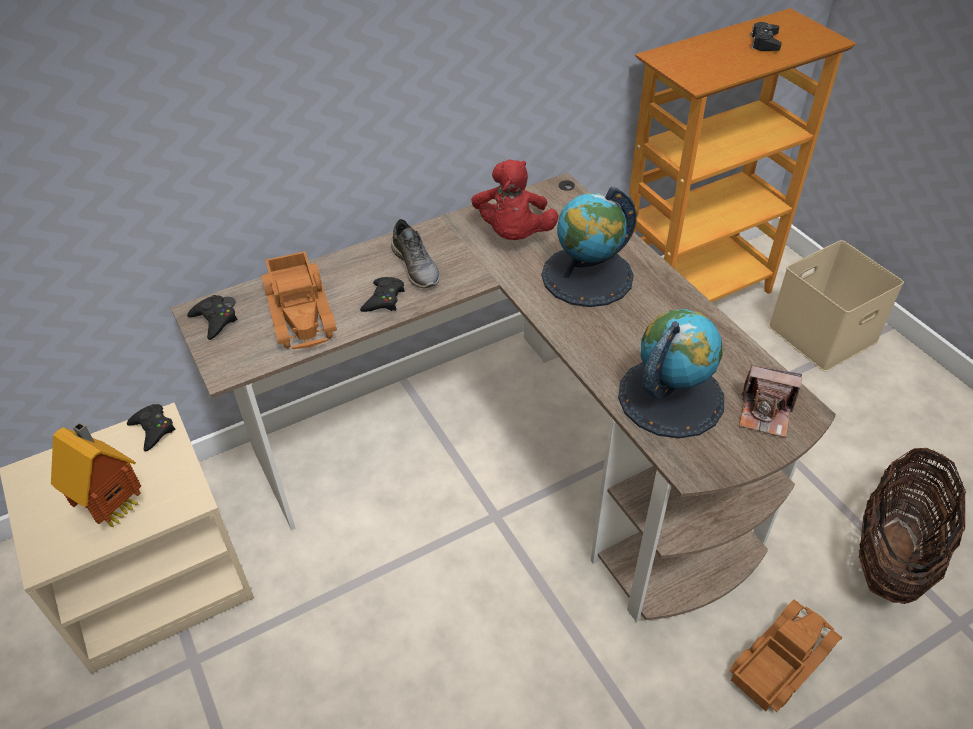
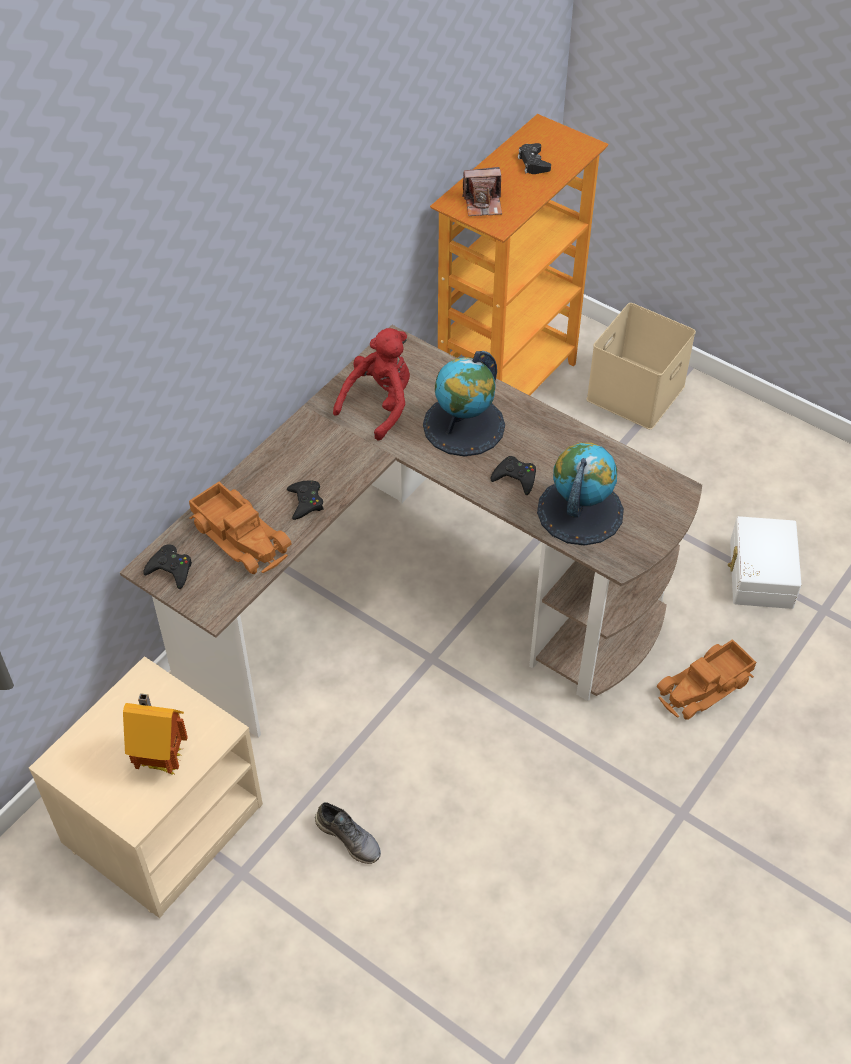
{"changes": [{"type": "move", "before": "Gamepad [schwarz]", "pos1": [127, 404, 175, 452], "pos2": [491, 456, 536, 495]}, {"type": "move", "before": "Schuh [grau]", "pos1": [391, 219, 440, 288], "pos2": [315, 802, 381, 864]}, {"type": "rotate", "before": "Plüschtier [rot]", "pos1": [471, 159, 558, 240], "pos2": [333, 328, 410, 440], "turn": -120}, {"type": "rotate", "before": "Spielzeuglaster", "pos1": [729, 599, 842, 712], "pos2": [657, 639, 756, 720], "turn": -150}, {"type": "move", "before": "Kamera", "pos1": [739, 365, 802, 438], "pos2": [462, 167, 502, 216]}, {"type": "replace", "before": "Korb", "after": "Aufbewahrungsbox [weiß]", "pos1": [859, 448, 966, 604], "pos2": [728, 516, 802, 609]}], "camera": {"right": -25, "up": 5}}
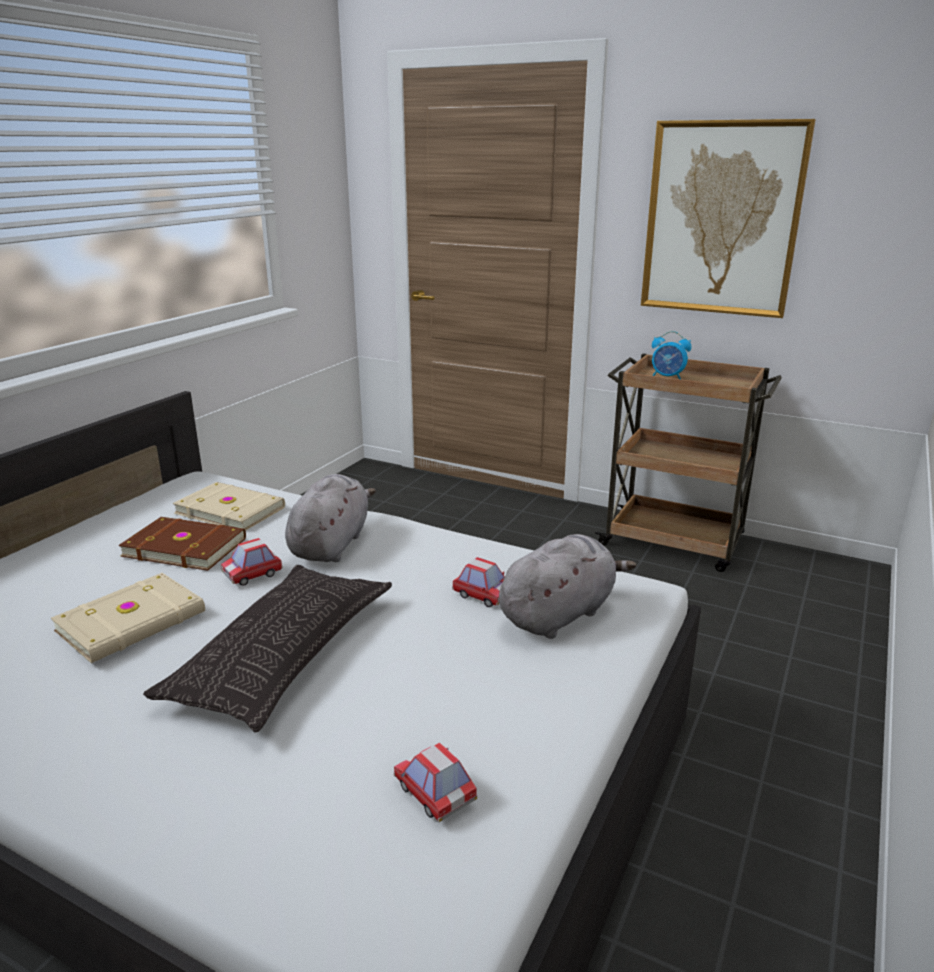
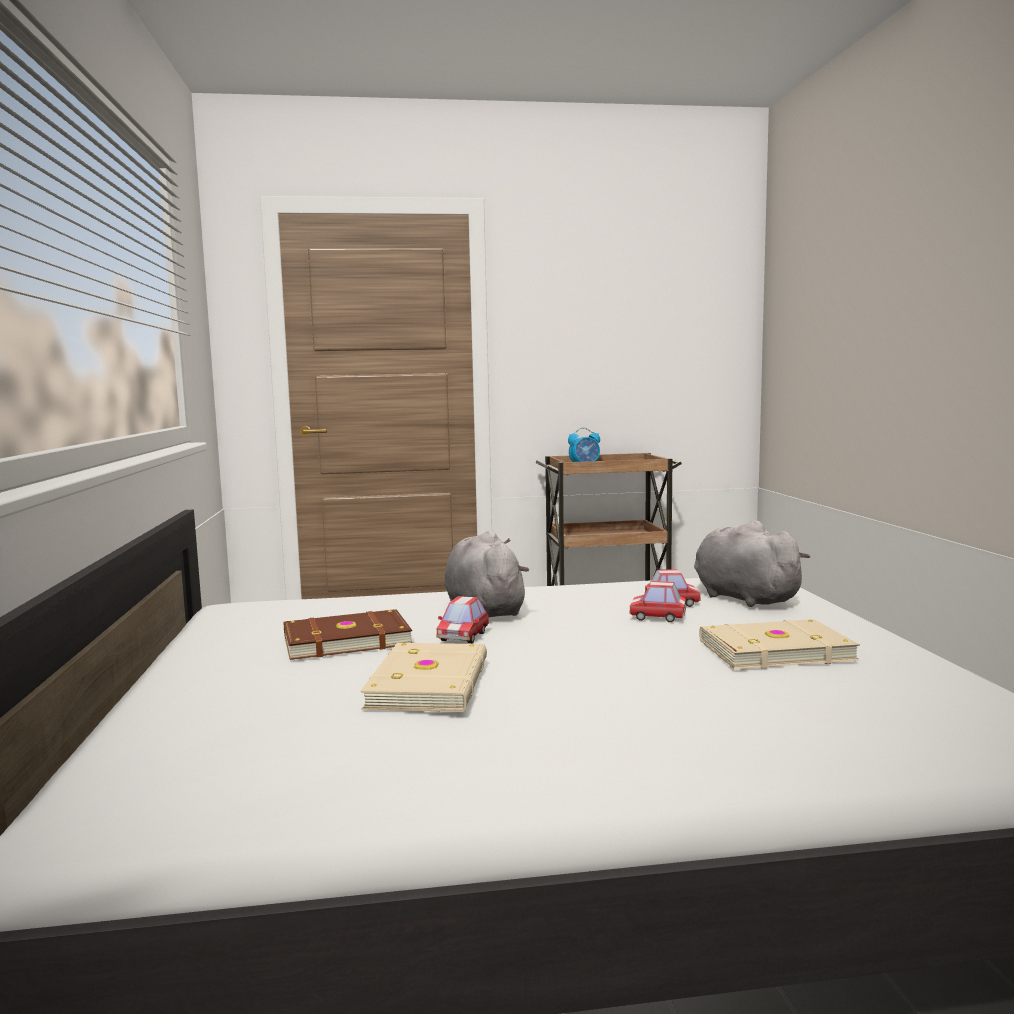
{"changes": [{"type": "delete", "before": "Kissen", "pos1": [143, 565, 392, 732]}, {"type": "move", "before": "Buch [beige]", "pos1": [173, 482, 285, 531], "pos2": [699, 619, 860, 669]}, {"type": "move", "before": "Spielzeugauto", "pos1": [394, 743, 477, 822], "pos2": [629, 581, 686, 622]}, {"type": "rotate", "before": "Plüschtier [grau]", "pos1": [499, 534, 636, 639], "pos2": [694, 521, 810, 607], "turn": -45}, {"type": "delete", "before": "Bild", "pos1": [641, 119, 816, 318]}], "camera": {"right": -35, "up": -15}}
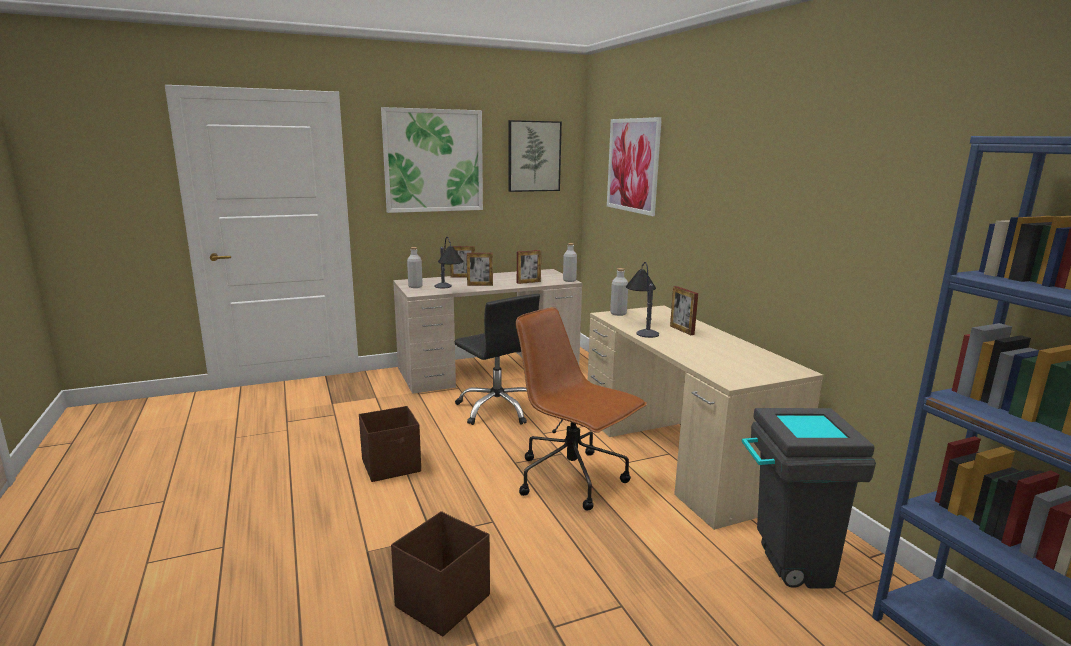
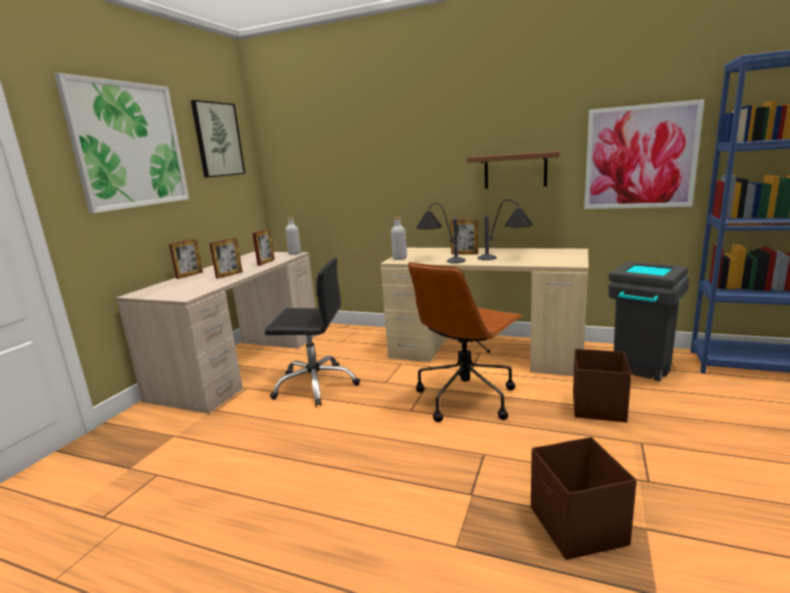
{"changes": [{"type": "move", "before": "Aufbewahrungsbox [braun]", "pos1": [359, 406, 421, 482], "pos2": [573, 349, 631, 422]}, {"type": "delete", "before": "Flasche [grau]", "pos1": [407, 247, 423, 288]}, {"type": "move", "before": "Tischlampe", "pos1": [435, 237, 463, 288], "pos2": [478, 200, 533, 260]}, {"type": "rotate", "before": "Bürostuhl [braun]", "pos1": [516, 307, 647, 511], "pos2": [408, 262, 524, 422], "turn": -45}, {"type": "move", "before": "Bild", "pos1": [607, 117, 662, 216], "pos2": [584, 99, 705, 209]}, {"type": "insert", "after": "Wandregal [braun]", "pos2": [467, 151, 561, 189]}], "camera": {"right": -45, "up": 0}}
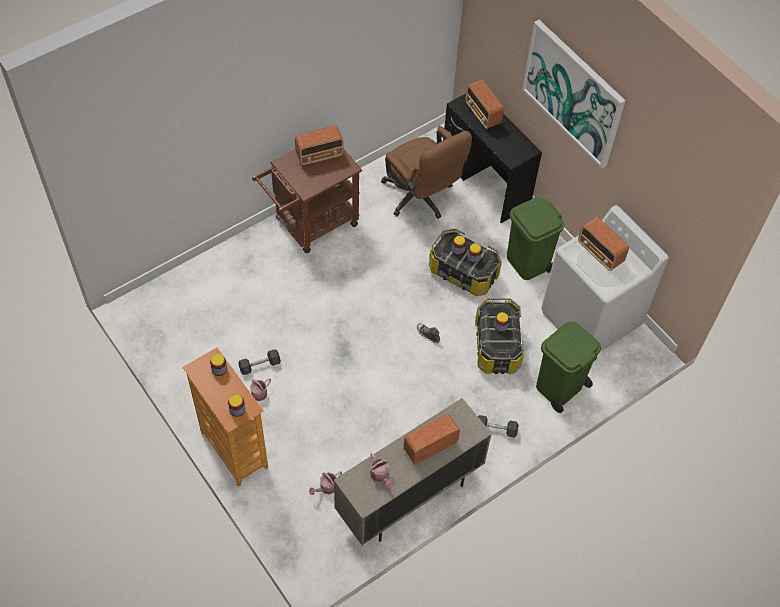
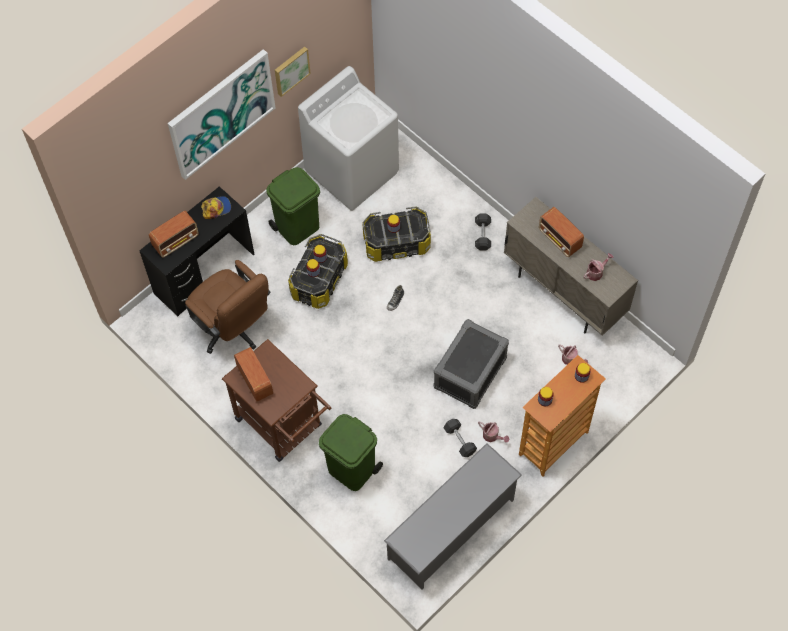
{"changes": [{"type": "rotate", "before": "Bürostuhl [braun]", "pos1": [381, 126, 472, 219], "pos2": [185, 260, 271, 354], "turn": 90}, {"type": "move", "before": "Mülleimer [grün]", "pos1": [536, 322, 601, 413], "pos2": [319, 414, 383, 491]}, {"type": "delete", "before": "Radio", "pos1": [578, 217, 629, 271]}, {"type": "insert", "after": "Kappe", "pos2": [201, 196, 231, 219]}, {"type": "insert", "after": "Bild", "pos2": [275, 46, 311, 97]}, {"type": "insert", "after": "Schuhregal [grau]", "pos2": [384, 443, 522, 590]}, {"type": "insert", "after": "Aufbewahrungsbox [grau]", "pos2": [434, 319, 509, 409]}], "camera": {"right": -95, "up": 5}}
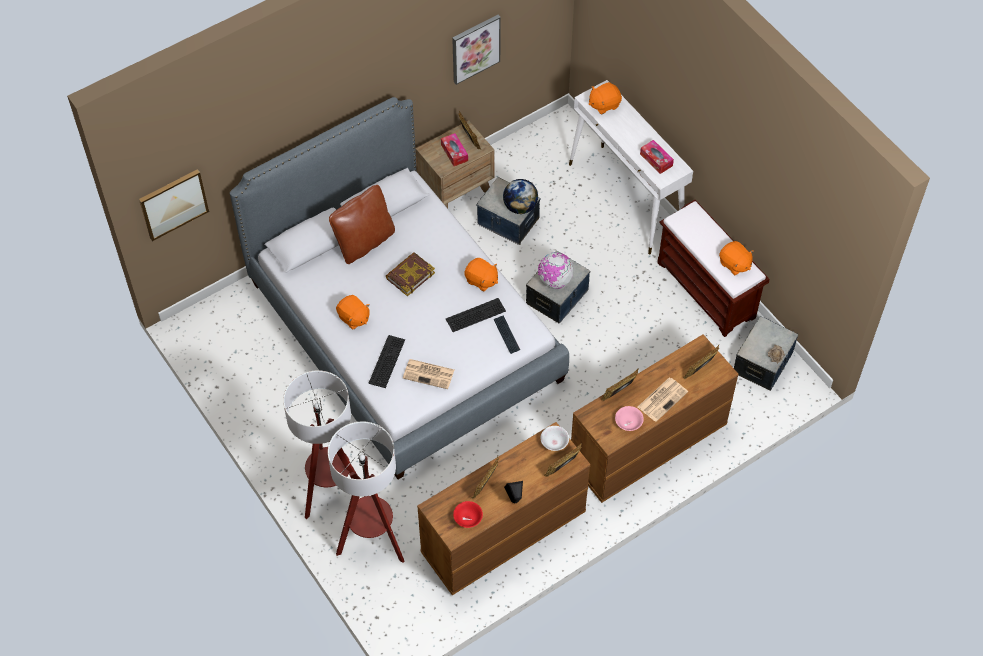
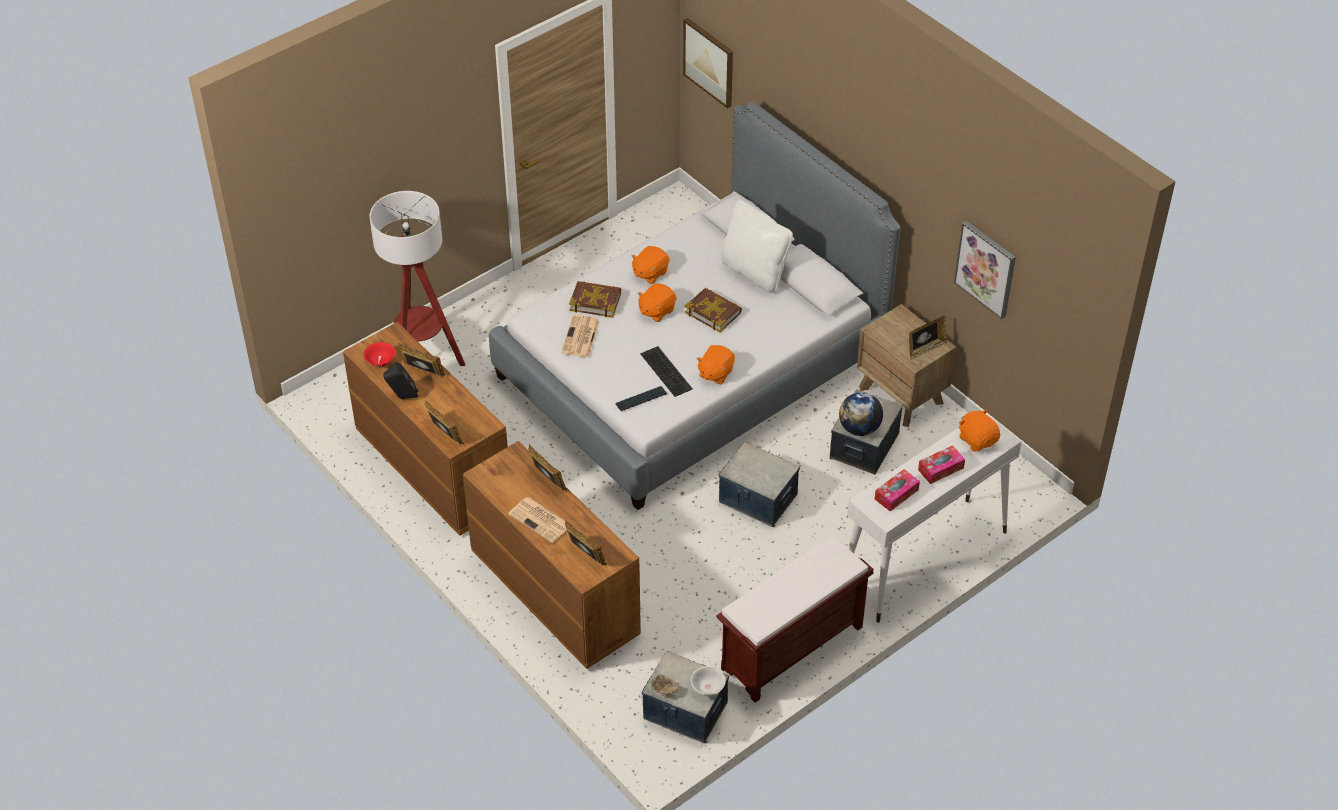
{"changes": [{"type": "delete", "before": "Stehlampe", "pos1": [283, 370, 365, 519]}, {"type": "recolor", "before": "Kissen [braun]", "after": "Kissen [weiß]", "pos1": [329, 185, 395, 264], "pos2": [721, 200, 793, 294]}, {"type": "replace", "before": "Tastatur", "after": "Buch", "pos1": [368, 335, 405, 388], "pos2": [569, 281, 621, 318]}, {"type": "move", "before": "Taschentuchbox", "pos1": [441, 133, 468, 166], "pos2": [918, 445, 965, 484]}, {"type": "delete", "before": "Globus", "pos1": [538, 252, 574, 289]}, {"type": "move", "before": "Schüssel [weiß]", "pos1": [540, 426, 569, 451], "pos2": [691, 666, 726, 695]}, {"type": "delete", "before": "Schüssel [rosa]", "pos1": [615, 406, 644, 431]}, {"type": "move", "before": "Plüschtier [orange]", "pos1": [719, 241, 754, 275], "pos2": [638, 283, 677, 322]}], "camera": {"right": 85, "up": -10}}
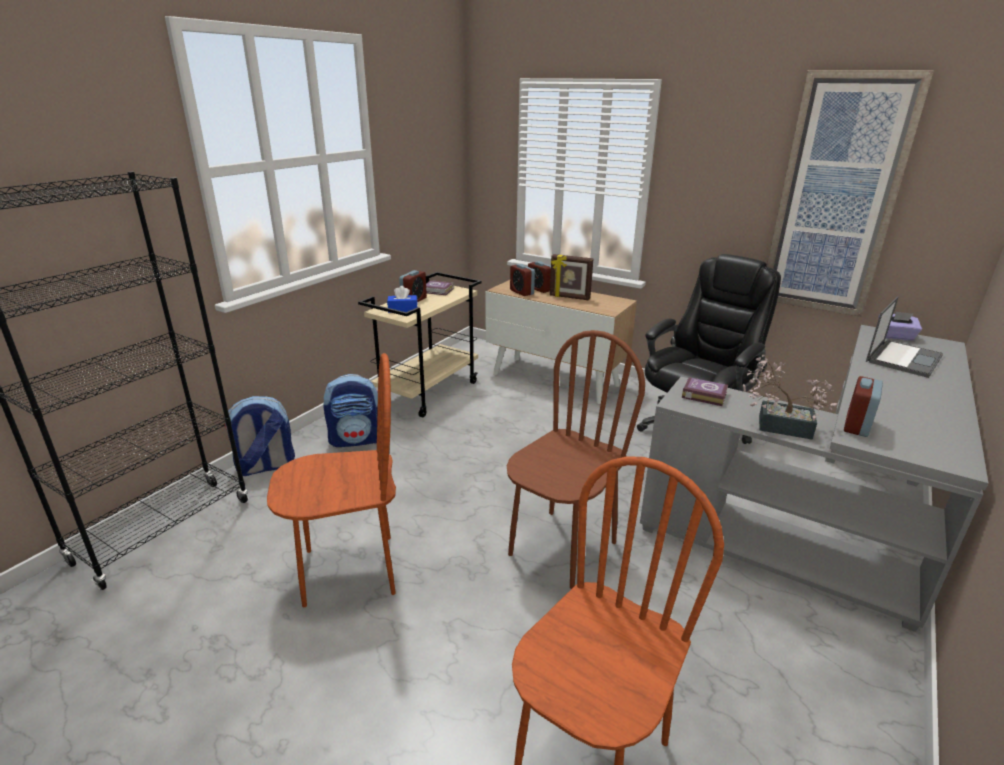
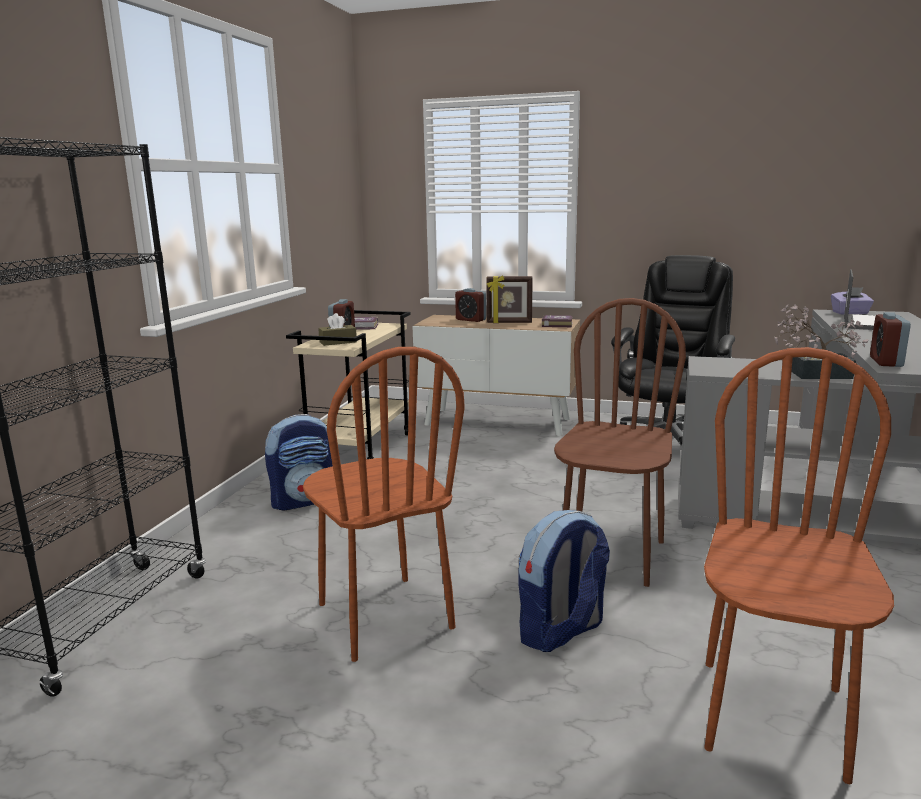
{"changes": [{"type": "move", "before": "Rucksack", "pos1": [224, 396, 295, 476], "pos2": [519, 510, 610, 652]}, {"type": "rotate", "before": "Stuhl [braun]", "pos1": [267, 353, 396, 607], "pos2": [303, 347, 465, 662], "turn": 90}, {"type": "recolor", "before": "Taschentuchbox [blau]", "after": "Taschentuchbox [braun]", "pos1": [387, 286, 418, 313], "pos2": [318, 313, 357, 346]}, {"type": "delete", "before": "Wecker", "pos1": [510, 264, 535, 296]}, {"type": "move", "before": "Buch", "pos1": [682, 377, 728, 406], "pos2": [542, 315, 573, 327]}, {"type": "delete", "before": "Bild", "pos1": [767, 70, 934, 317]}], "camera": {"right": -15, "up": -10}}
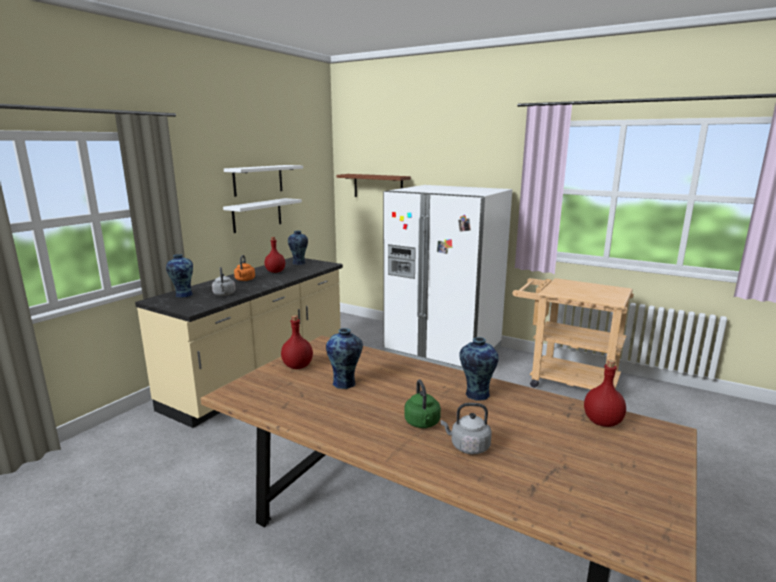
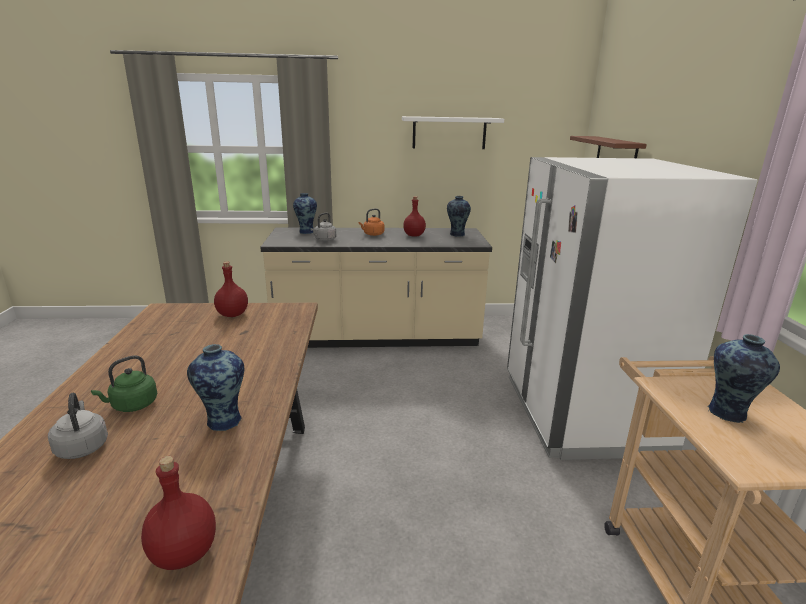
{"changes": [{"type": "delete", "before": "Wandregal [weiß]", "pos1": [223, 198, 302, 233]}, {"type": "move", "before": "Vase", "pos1": [326, 328, 363, 389], "pos2": [707, 334, 780, 423]}], "camera": {"right": 55, "up": 5}}
